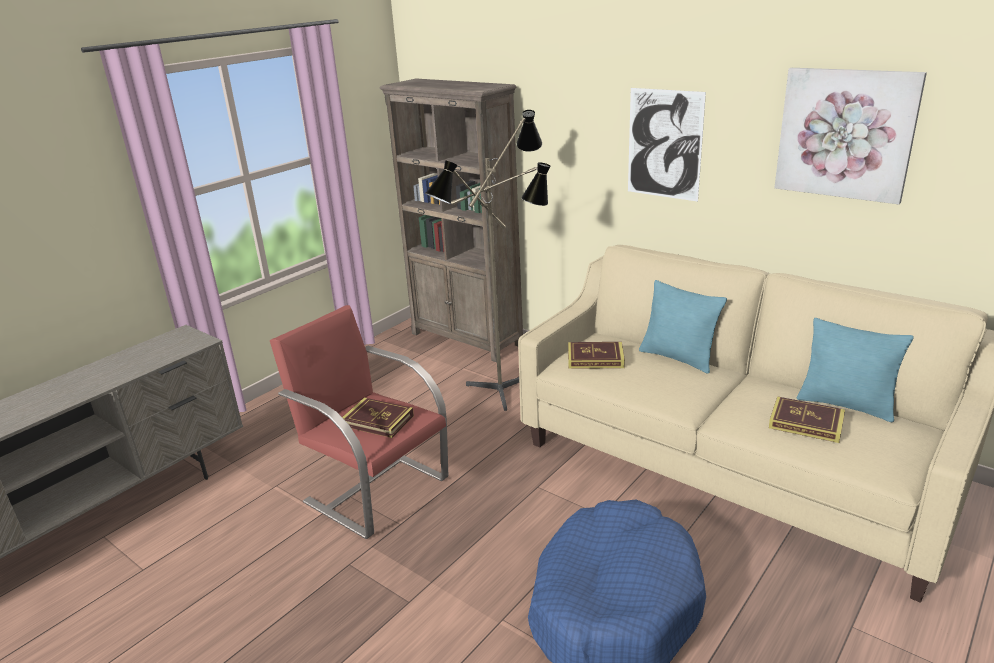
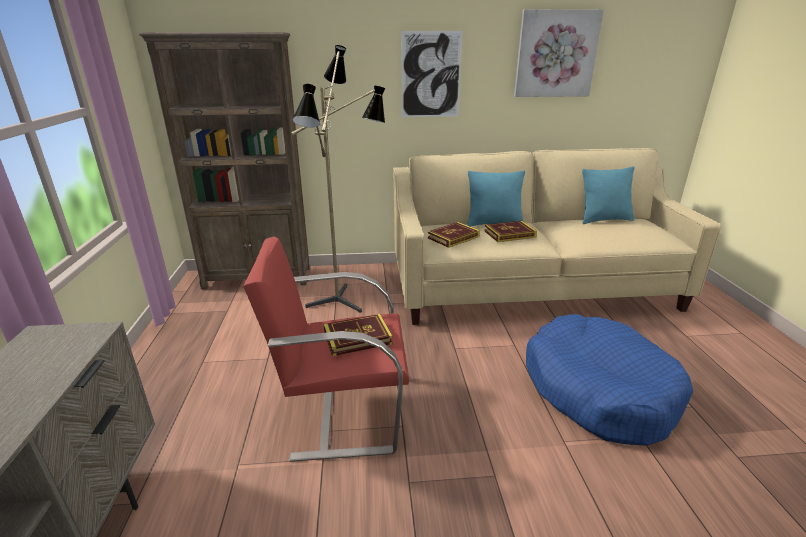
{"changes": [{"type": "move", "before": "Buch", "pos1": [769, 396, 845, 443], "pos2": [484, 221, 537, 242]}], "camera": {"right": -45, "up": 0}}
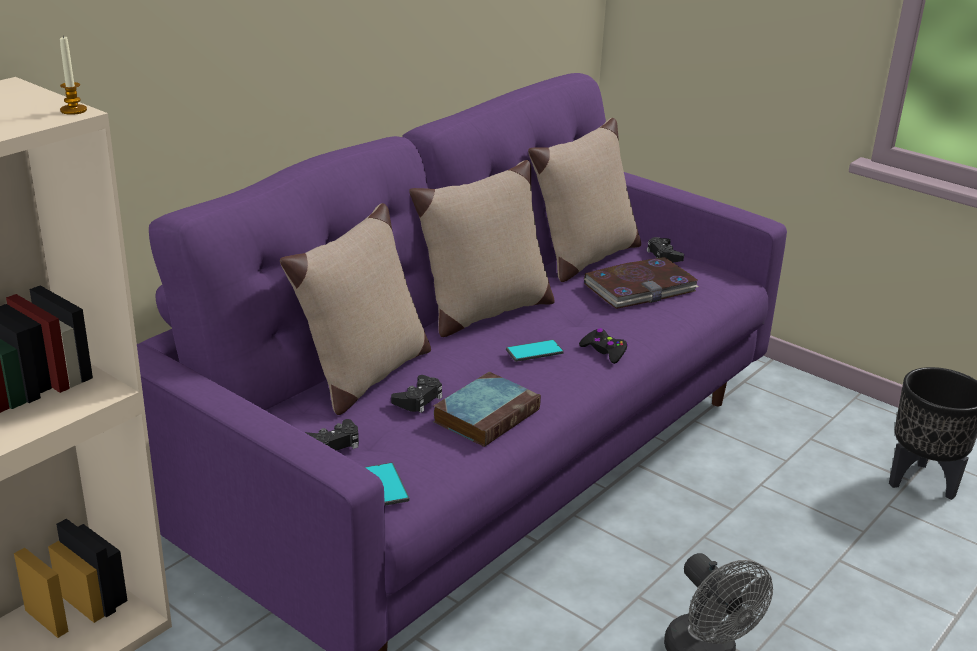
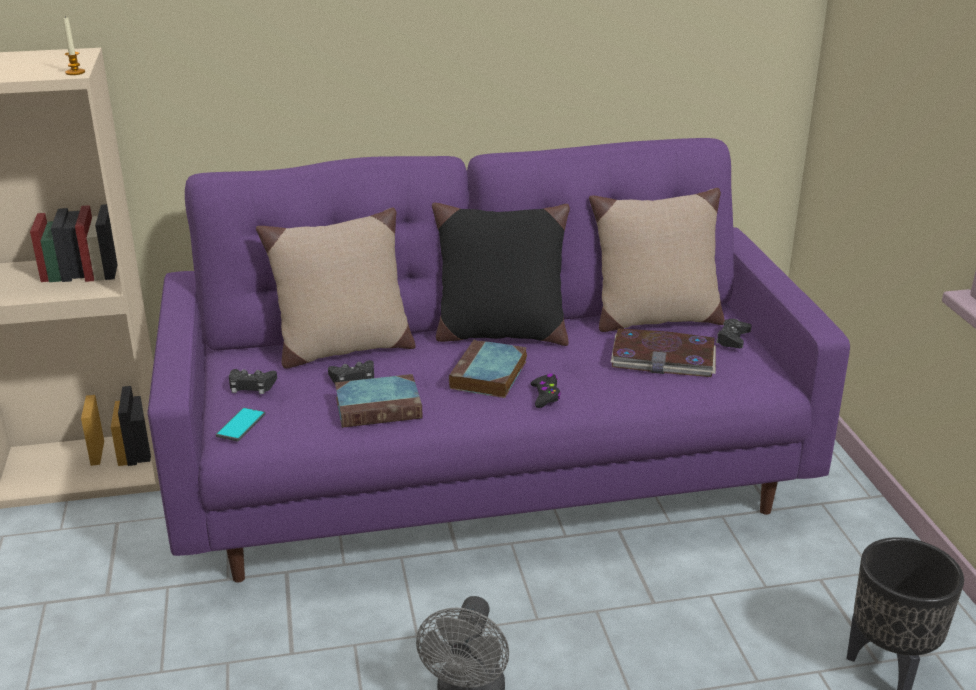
{"changes": [{"type": "recolor", "before": "Kissen [beige]", "after": "Kissen [schwarz]", "pos1": [409, 160, 555, 337], "pos2": [432, 203, 570, 346]}, {"type": "replace", "before": "Handy", "after": "Buch", "pos1": [506, 340, 564, 362], "pos2": [449, 340, 527, 398]}], "camera": {"right": 40, "up": 0}}
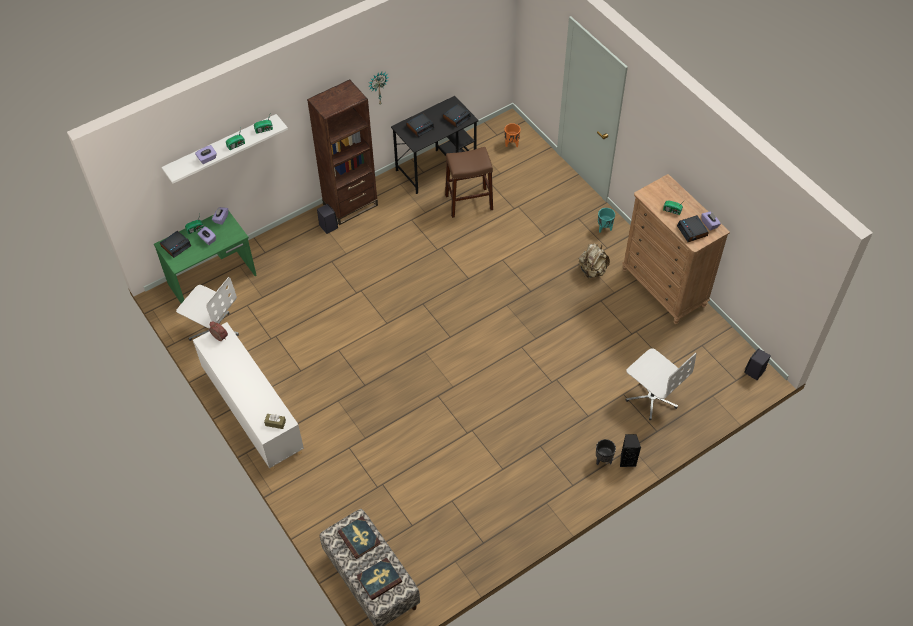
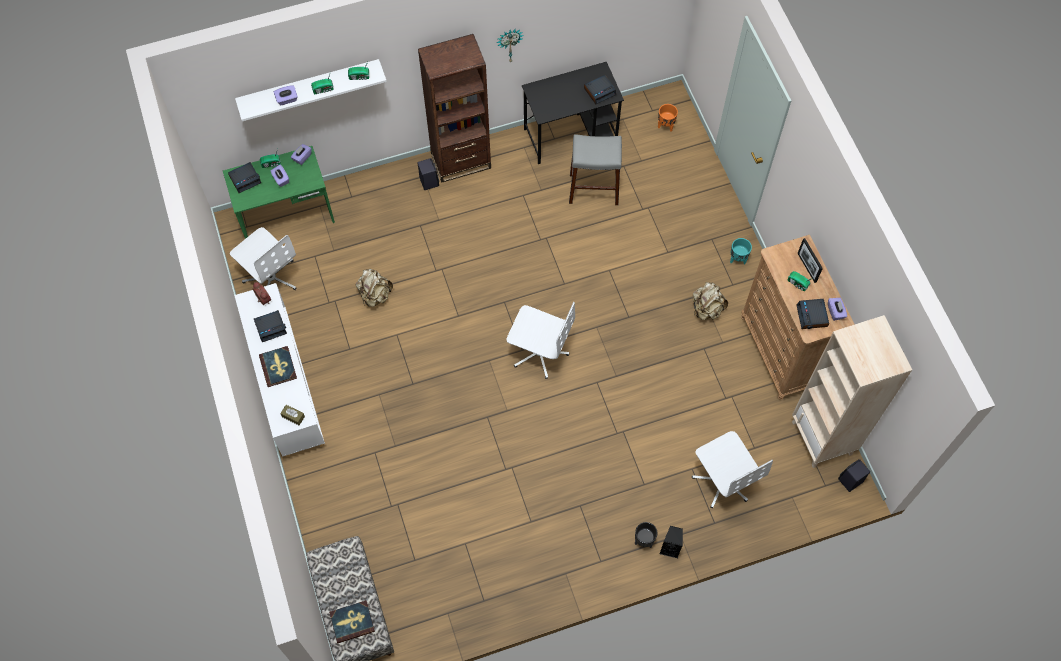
{"changes": [{"type": "move", "before": "Buch", "pos1": [338, 516, 380, 559], "pos2": [259, 346, 297, 387]}, {"type": "move", "before": "Wecker", "pos1": [406, 113, 434, 137], "pos2": [254, 310, 287, 342]}, {"type": "recolor", "before": "Hocker [braun]", "after": "Hocker [grau]", "pos1": [445, 147, 493, 218], "pos2": [569, 134, 622, 205]}, {"type": "insert", "after": "Rucksack [beige]", "pos2": [356, 269, 393, 307]}, {"type": "insert", "after": "Bürostuhl [weiß]", "pos2": [507, 302, 575, 379]}, {"type": "insert", "after": "Bücherregal [beige]", "pos2": [792, 315, 912, 468]}, {"type": "insert", "after": "Bilderrahmen", "pos2": [797, 238, 823, 283]}], "camera": {"right": 15, "up": 10}}
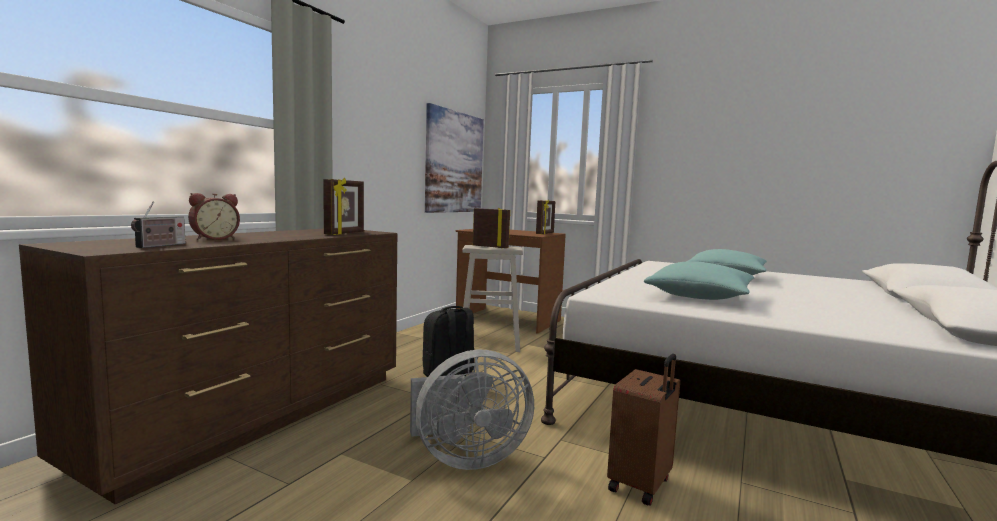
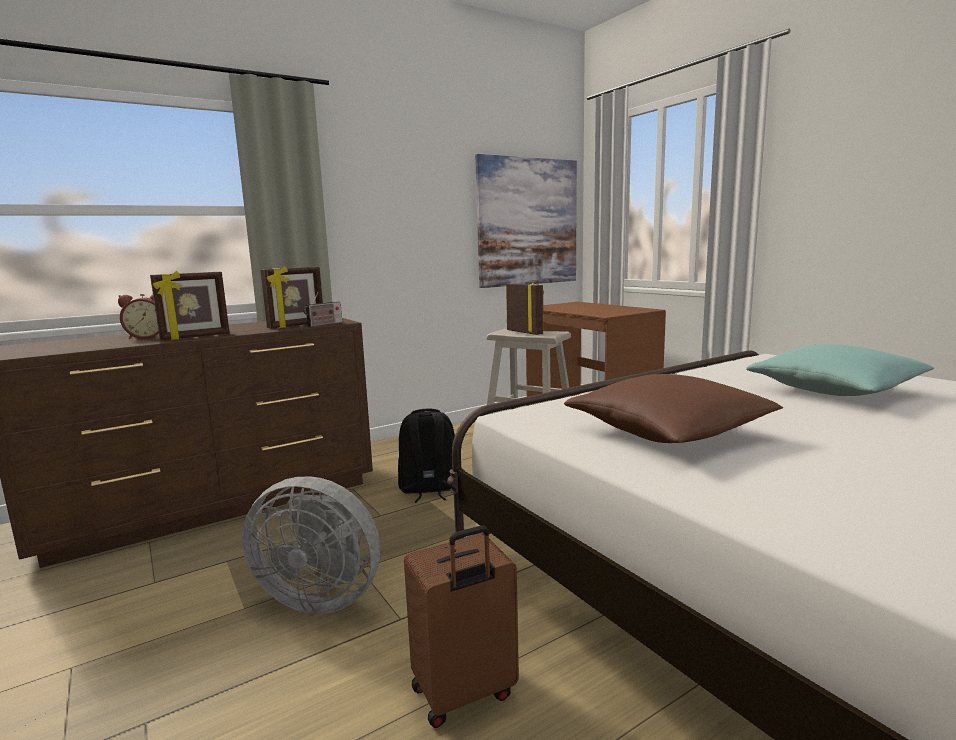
{"changes": [{"type": "move", "before": "Radio", "pos1": [131, 202, 186, 248], "pos2": [303, 292, 342, 327]}, {"type": "move", "before": "Bilderrahmen", "pos1": [536, 200, 555, 235], "pos2": [150, 271, 230, 340]}, {"type": "recolor", "before": "Kissen [türkis]", "after": "Kissen [braun]", "pos1": [644, 261, 754, 300], "pos2": [564, 374, 783, 443]}], "camera": {"right": 30, "up": 5}}
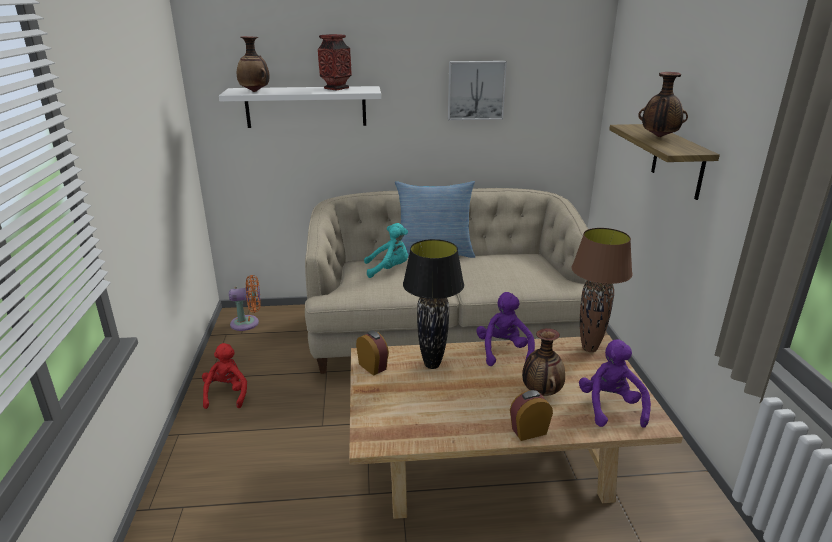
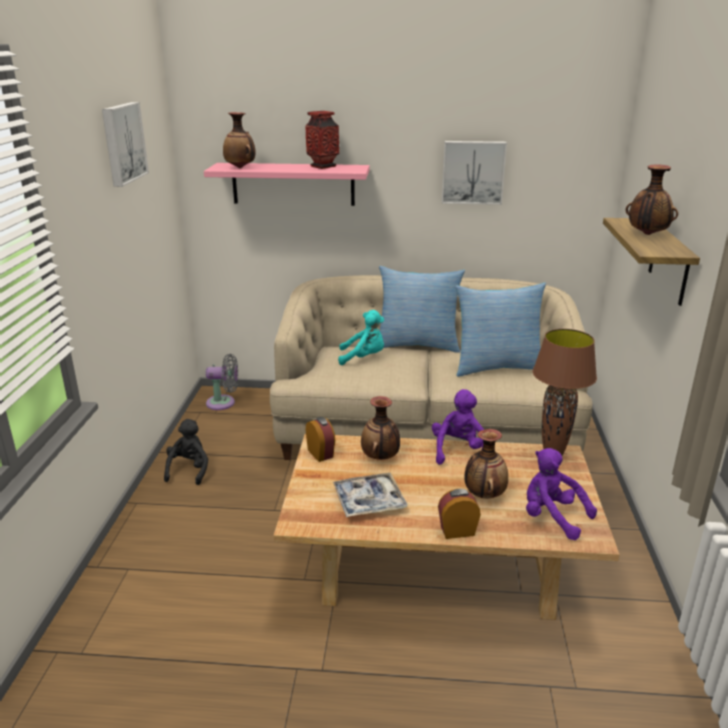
{"changes": [{"type": "recolor", "before": "Plüschtier [rot]", "after": "Plüschtier [schwarz]", "pos1": [202, 343, 247, 409], "pos2": [164, 419, 208, 485]}, {"type": "recolor", "before": "Wandregal [weiß]", "after": "Wandregal [rosa]", "pos1": [219, 86, 381, 128], "pos2": [204, 163, 370, 206]}, {"type": "recolor", "before": "Ventilator [orange]", "after": "Ventilator [grau]", "pos1": [229, 275, 261, 331], "pos2": [206, 354, 238, 410]}, {"type": "replace", "before": "Tischlampe [schwarz]", "after": "Vase", "pos1": [403, 239, 464, 369], "pos2": [361, 396, 400, 460]}, {"type": "rotate", "before": "Plüschtier [lila]", "pos1": [579, 339, 651, 428], "pos2": [526, 448, 597, 540], "turn": -60}, {"type": "insert", "after": "Bild", "pos2": [102, 102, 149, 187]}, {"type": "insert", "after": "Tablett", "pos2": [333, 473, 408, 517]}, {"type": "insert", "after": "Kissen", "pos2": [455, 283, 546, 377]}], "camera": {"right": 10, "up": 0}}
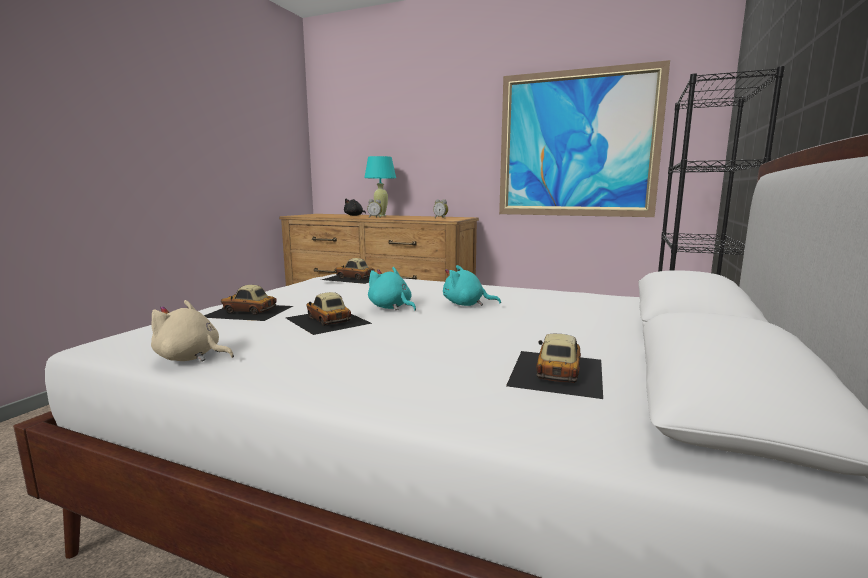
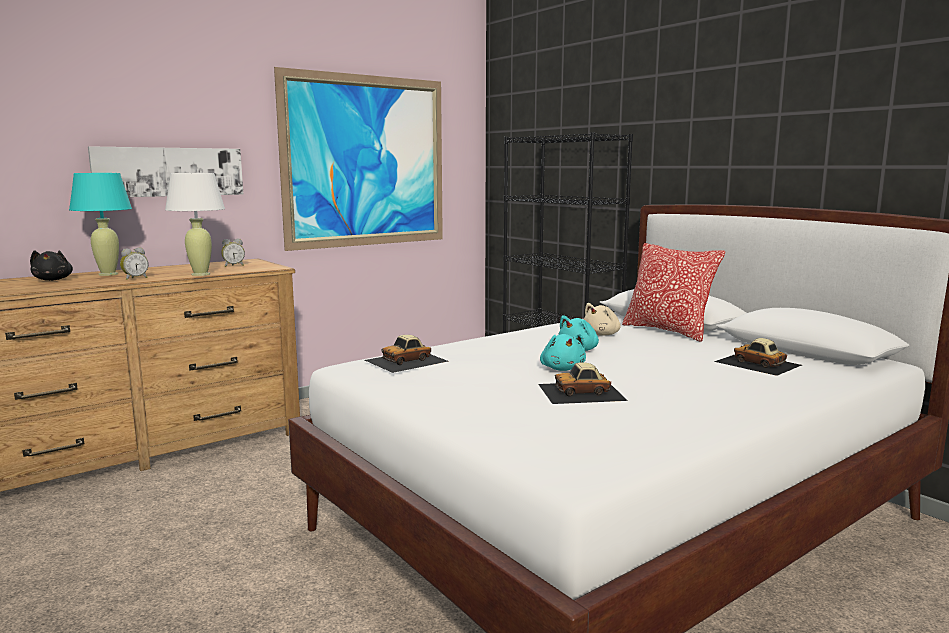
{"changes": [{"type": "move", "before": "Plüschtier [beige]", "pos1": [151, 300, 234, 362], "pos2": [584, 303, 621, 336]}, {"type": "delete", "before": "Spielzeugauto", "pos1": [204, 285, 293, 321]}, {"type": "rotate", "before": "Plüschtier [türkis]", "pos1": [368, 267, 416, 311], "pos2": [540, 334, 586, 371], "turn": -90}, {"type": "insert", "after": "Bild", "pos2": [88, 146, 243, 197]}, {"type": "insert", "after": "Tischlampe [weiß]", "pos2": [165, 173, 225, 276]}, {"type": "insert", "after": "Kissen", "pos2": [622, 243, 725, 342]}], "camera": {"right": -60, "up": 0}}
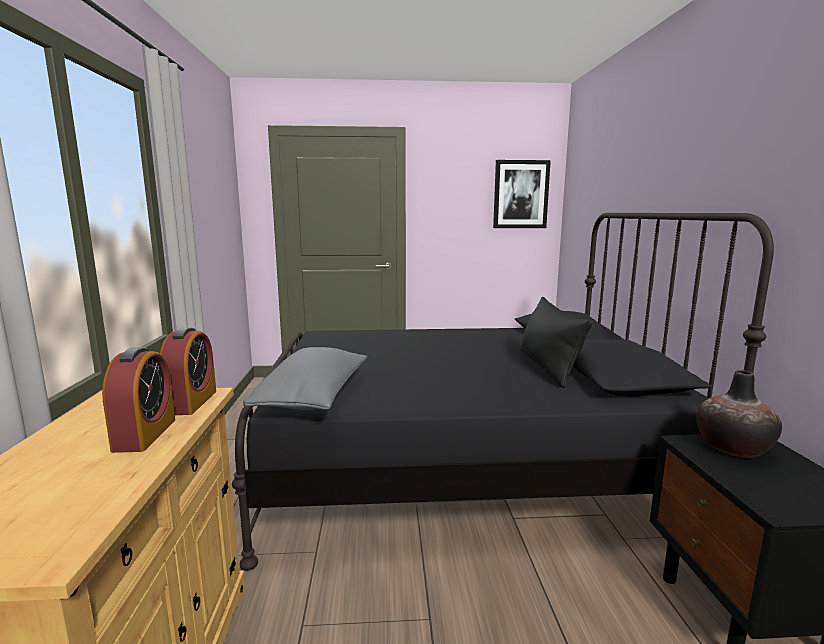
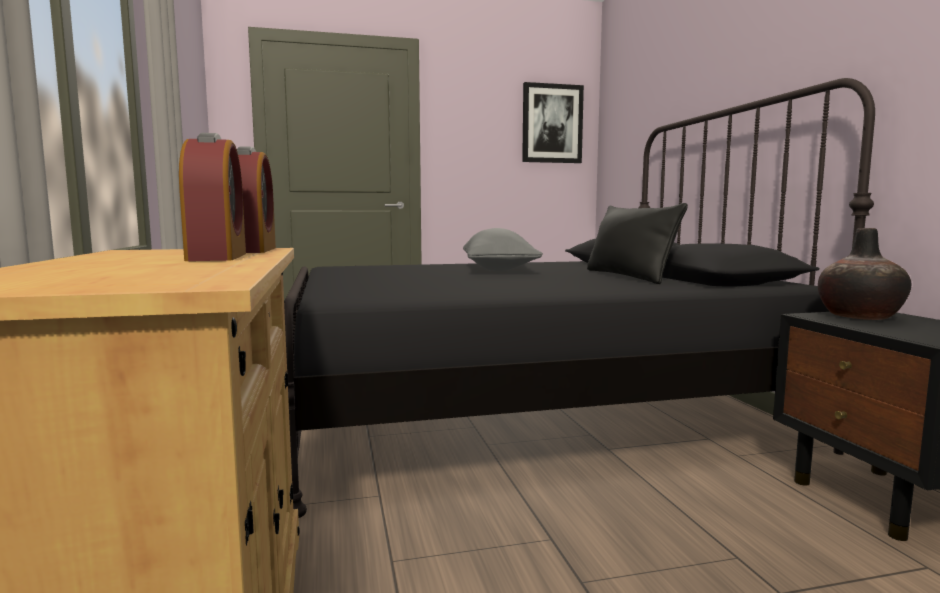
{"changes": [{"type": "move", "before": "Kissen [grau]", "pos1": [243, 347, 367, 410], "pos2": [463, 228, 543, 271]}], "camera": {"right": -10, "up": -5}}
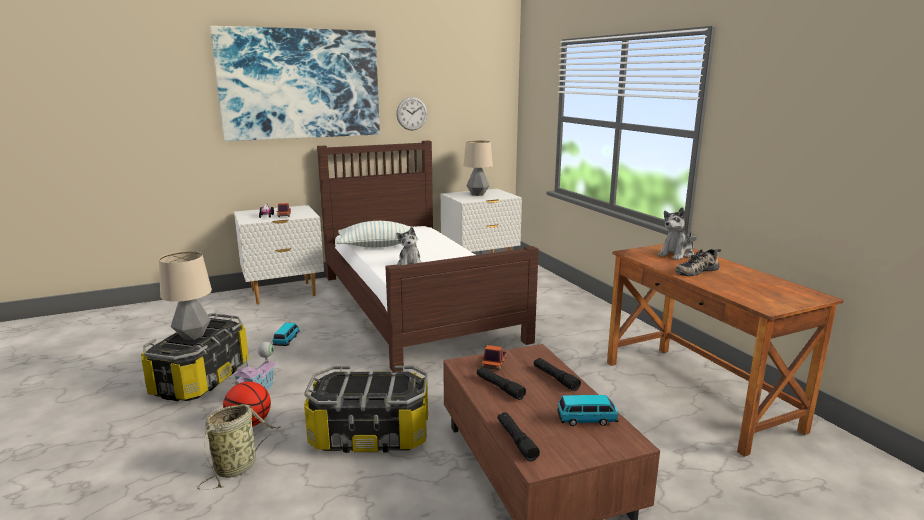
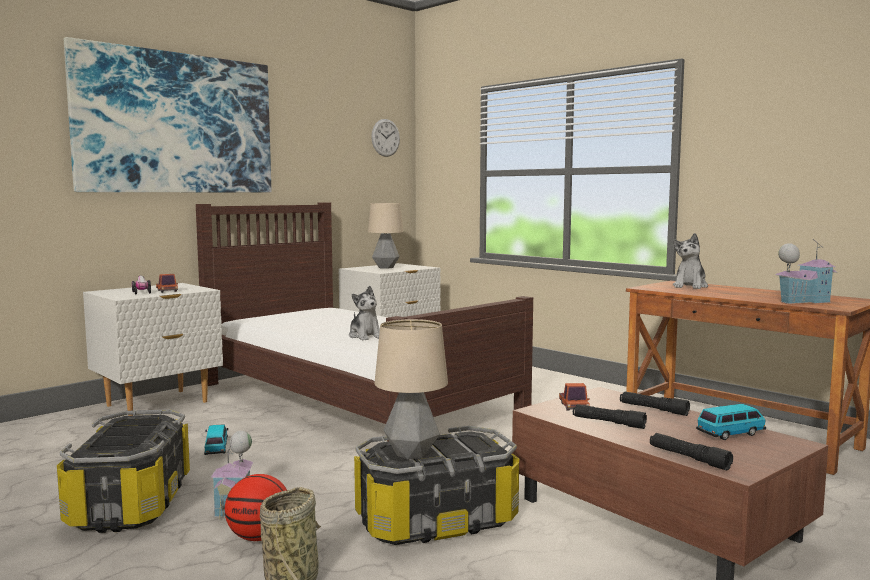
{"changes": [{"type": "move", "before": "Tischlampe", "pos1": [159, 251, 212, 340], "pos2": [374, 319, 448, 459]}, {"type": "delete", "before": "Kissen", "pos1": [337, 221, 419, 248]}, {"type": "move", "before": "Wanduhr", "pos1": [396, 97, 428, 130], "pos2": [371, 119, 400, 157]}, {"type": "delete", "before": "Schuh", "pos1": [676, 249, 721, 276]}, {"type": "insert", "after": "Spielzeughaus", "pos2": [775, 239, 837, 304]}], "camera": {"right": -20, "up": -10}}
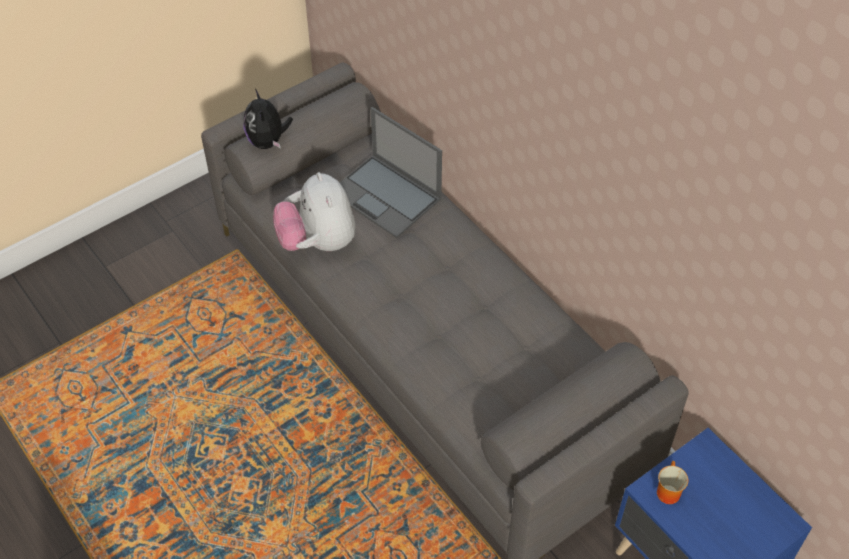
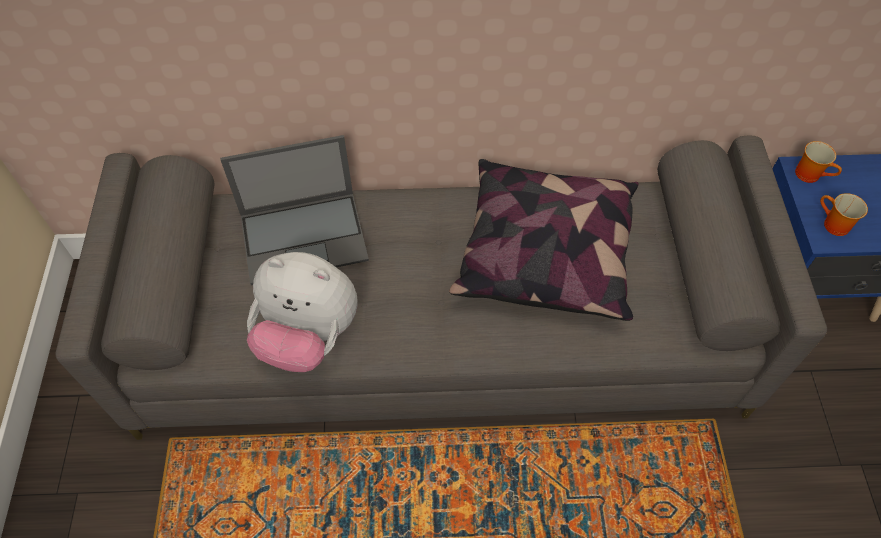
{"changes": [{"type": "delete", "before": "Plüschtier", "pos1": [244, 89, 293, 149]}, {"type": "insert", "after": "Kissen", "pos2": [449, 159, 639, 321]}, {"type": "insert", "after": "Henkelbecher", "pos2": [795, 141, 842, 183]}], "camera": {"right": -55, "up": 5}}
